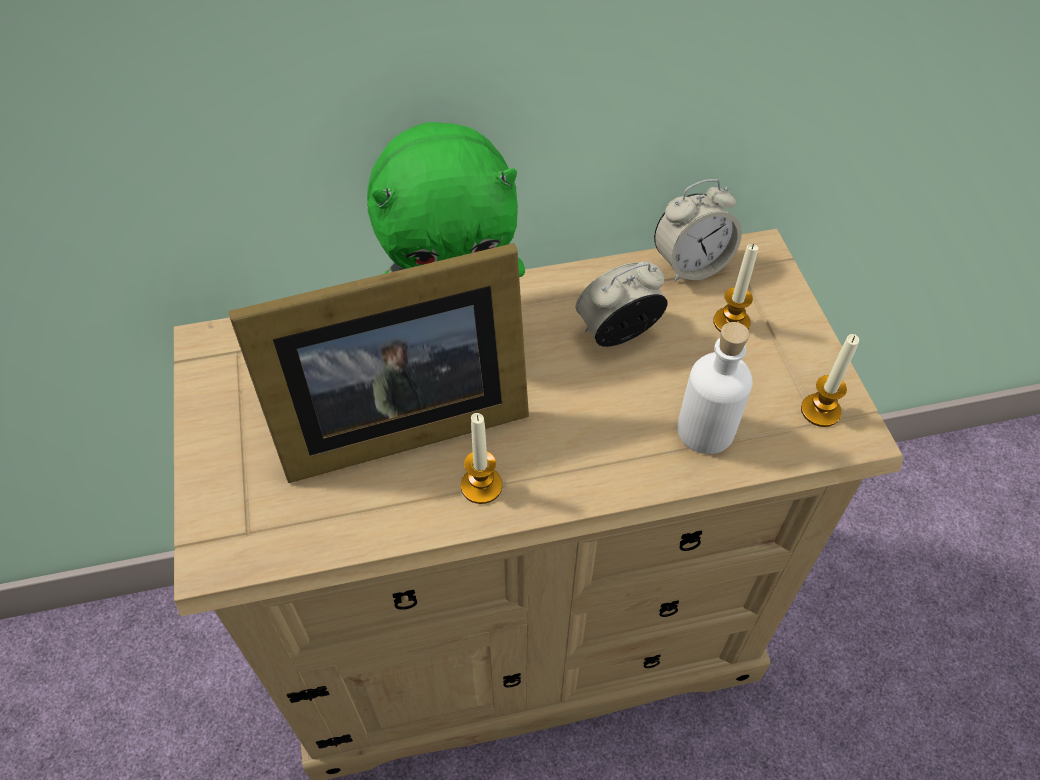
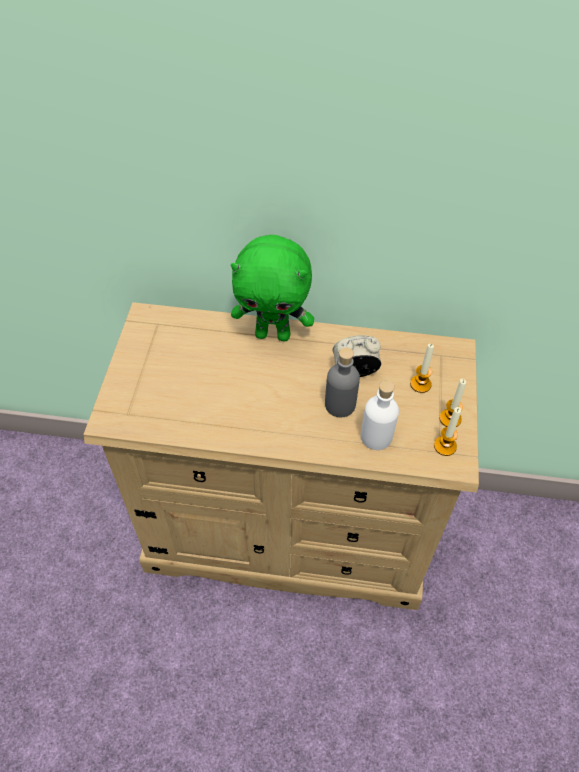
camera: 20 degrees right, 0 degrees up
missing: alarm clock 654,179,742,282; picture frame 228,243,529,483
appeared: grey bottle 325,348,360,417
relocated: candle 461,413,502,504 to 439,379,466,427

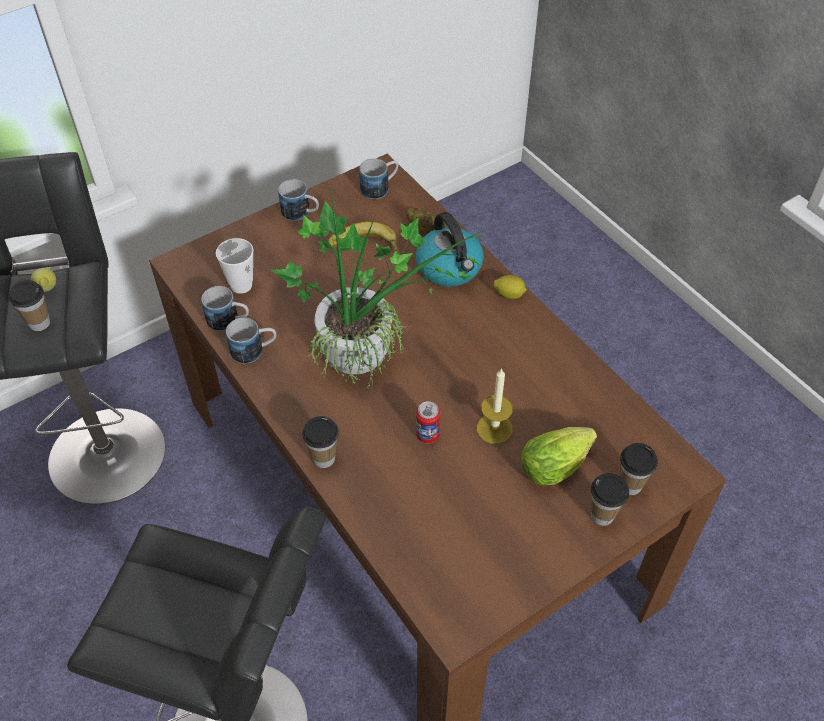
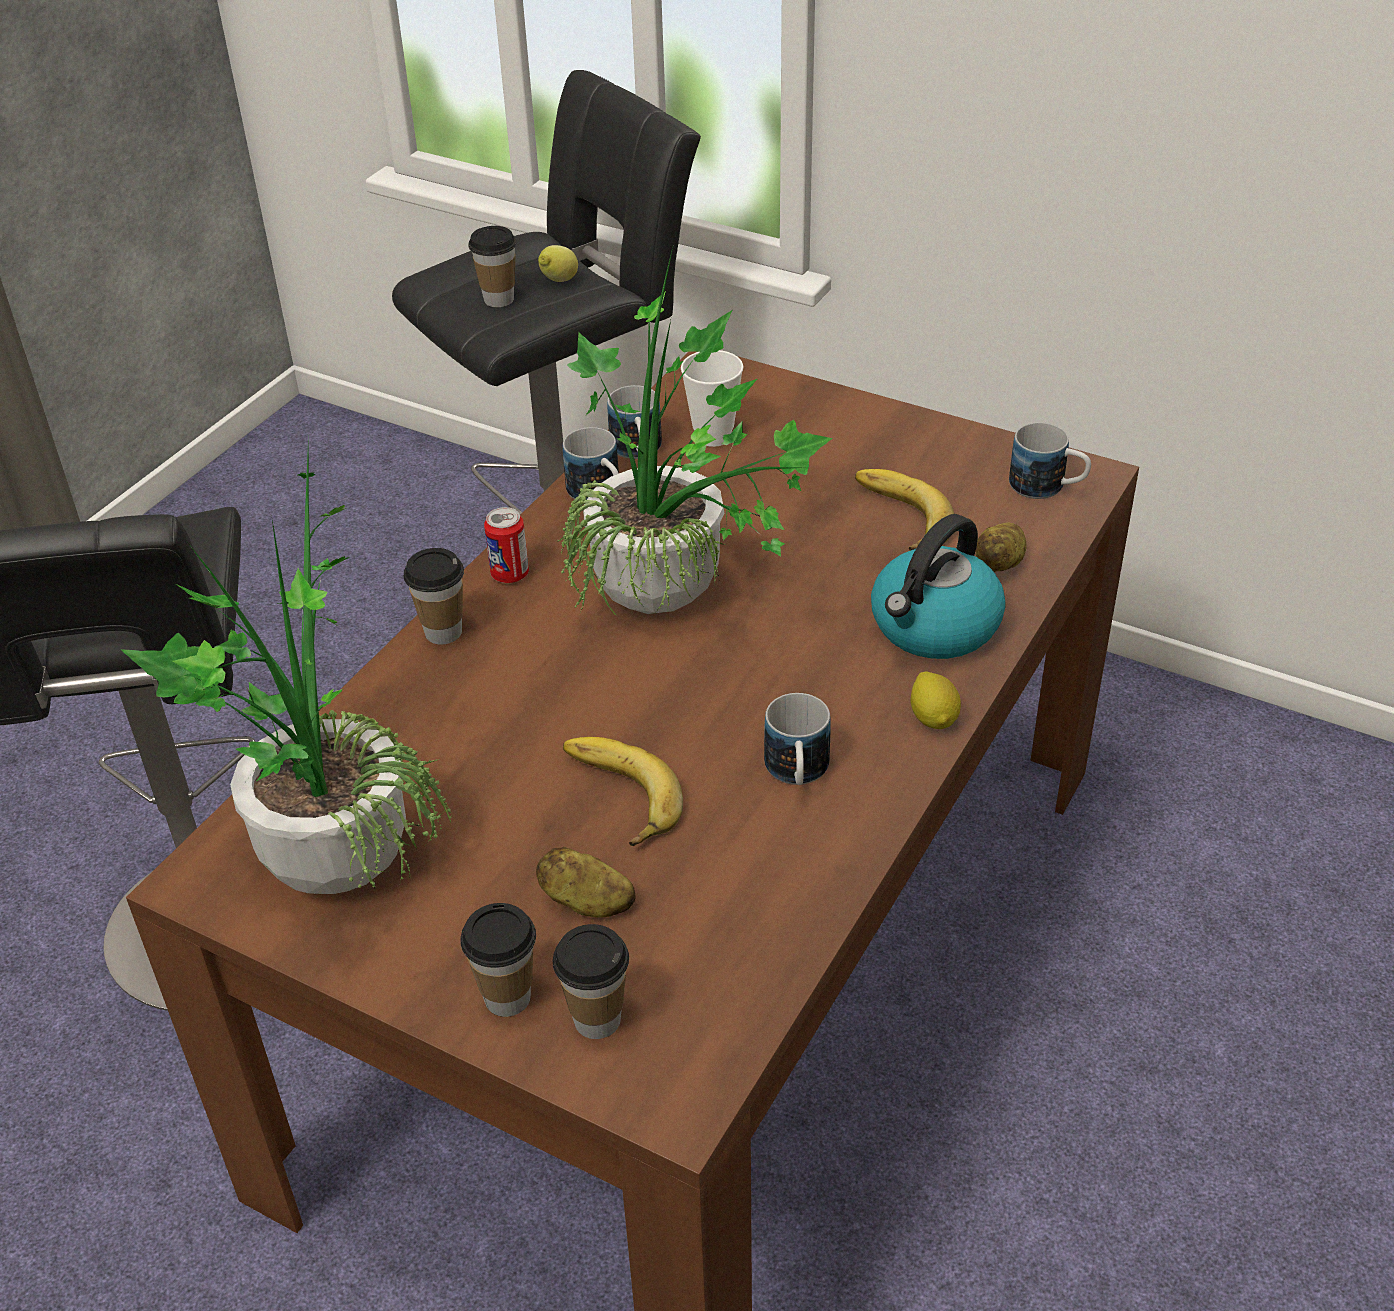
camera: 65 degrees right, 10 degrees down
appeared: potted plant 120,432,452,894
relocated: mug 278,179,319,221 to 764,693,831,785; can 416,401,440,444 to 484,507,529,583
exchanged: candle 477,368,513,444 to banana 563,737,683,846; lettuce 521,427,597,485 to potato 536,847,636,918

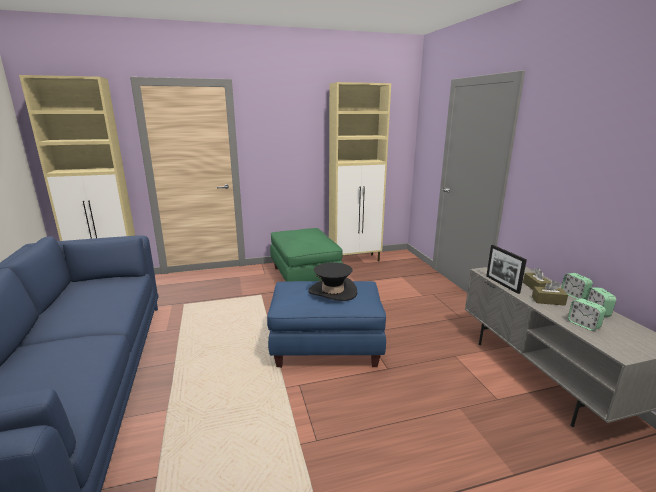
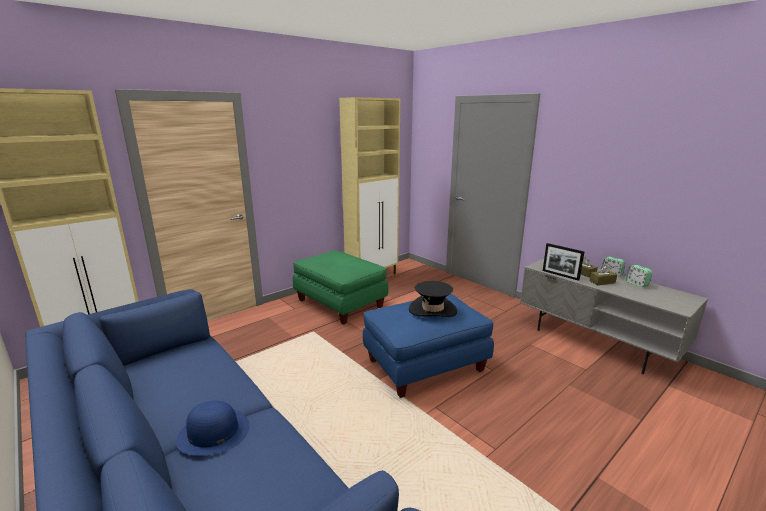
camera: 25 degrees left, 0 degrees up
missing: alarm clock 568,298,606,331
appeared: blue hat 176,401,249,455

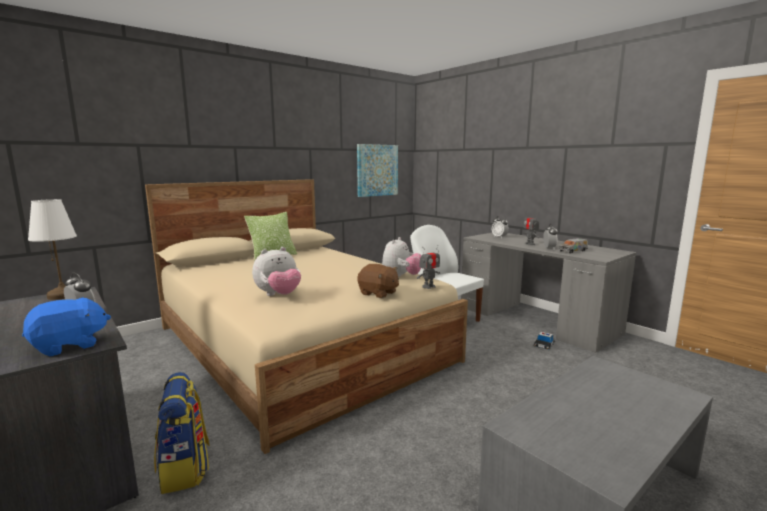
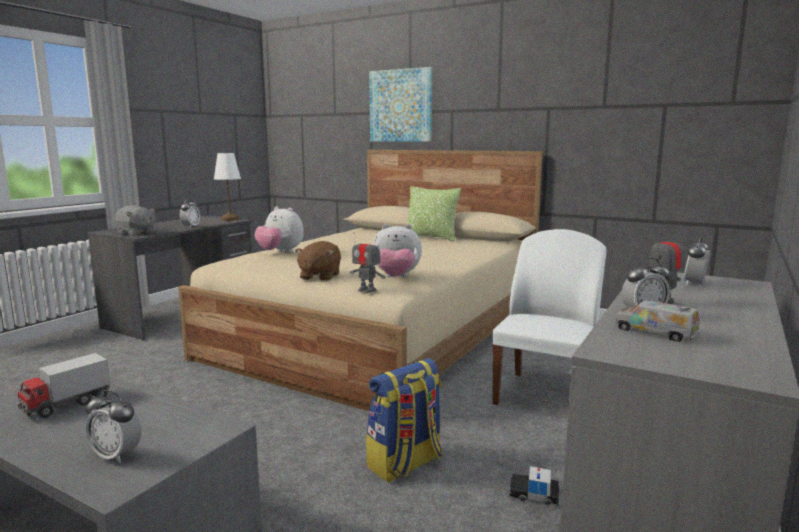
camera: 70 degrees right, 0 degrees up
appeared: toy truck 18,353,110,418; alarm clock 85,390,141,463
relocated: picture 357,144,398,197 to 369,67,432,142; backpack 154,372,210,494 to 366,358,442,483
colour: blue plush toy 22,297,111,356 to grey plush toy 115,205,156,236

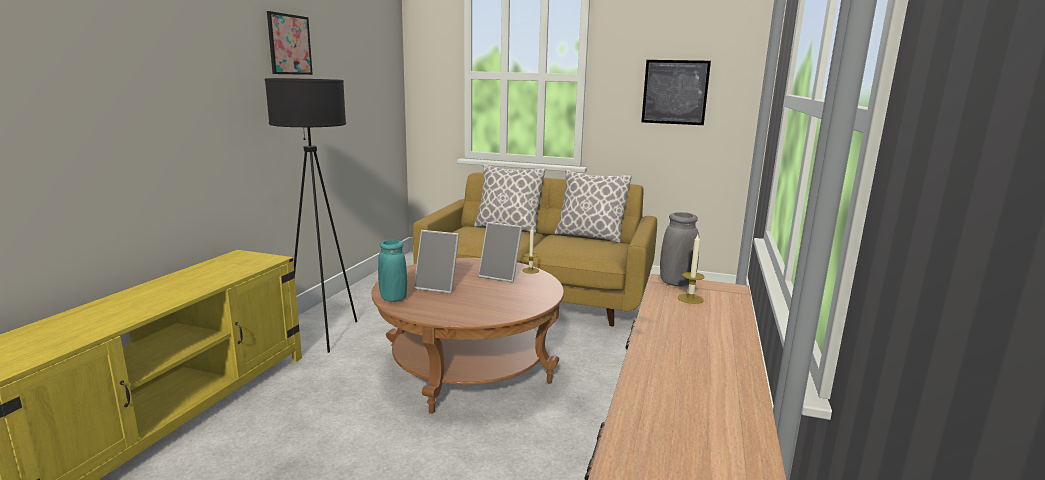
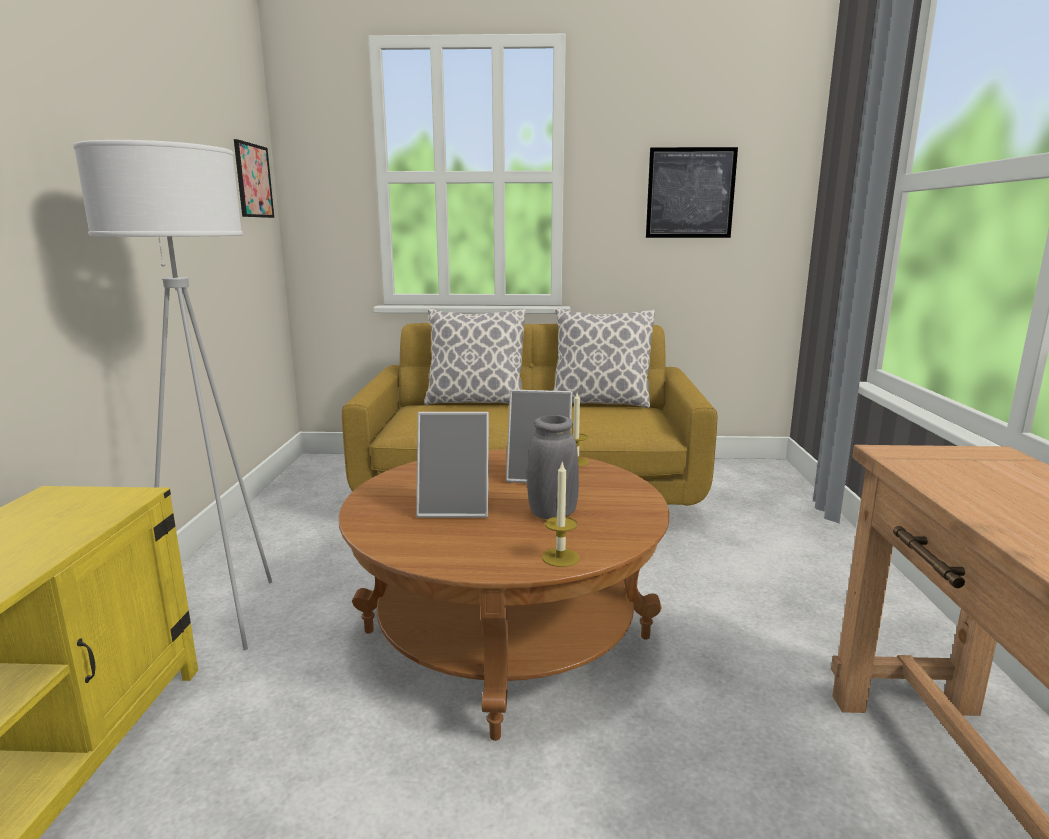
camera: 15 degrees left, 0 degrees up
missing: turquoise vase 378,240,407,302
relocated: picture 267,11,313,75 to 234,139,274,218; grey vase 660,212,699,286 to 527,415,579,519; candle 678,235,704,304 to 542,463,580,567
colour: black floor lamp 265,78,357,353 to white floor lamp 73,140,272,650

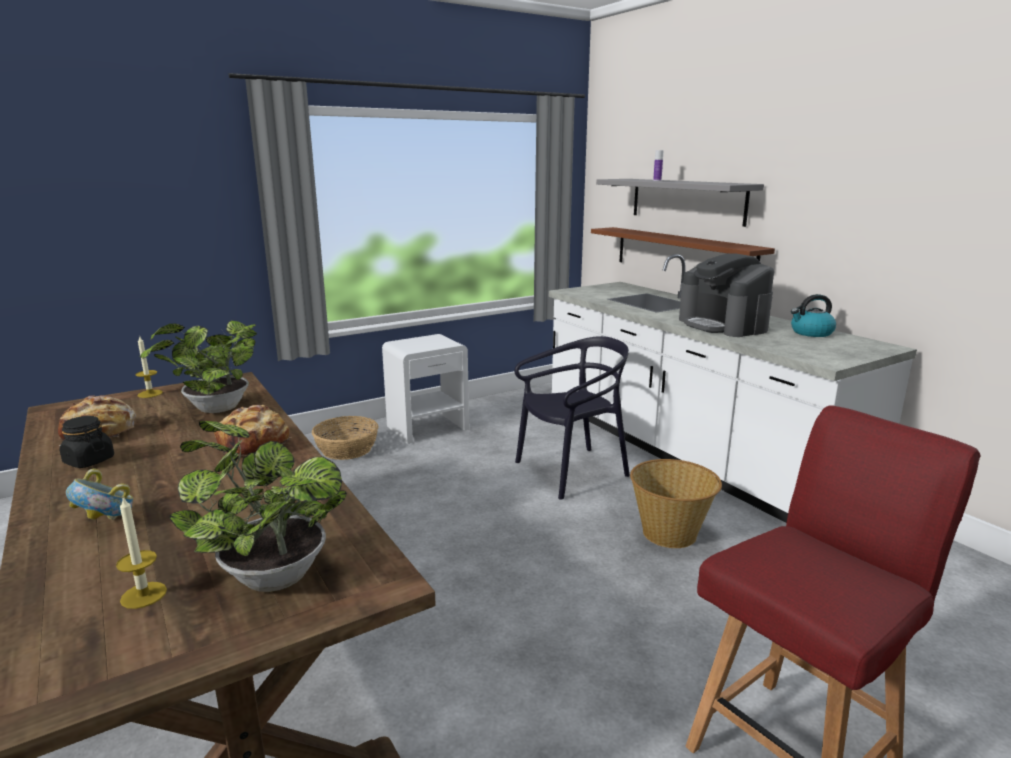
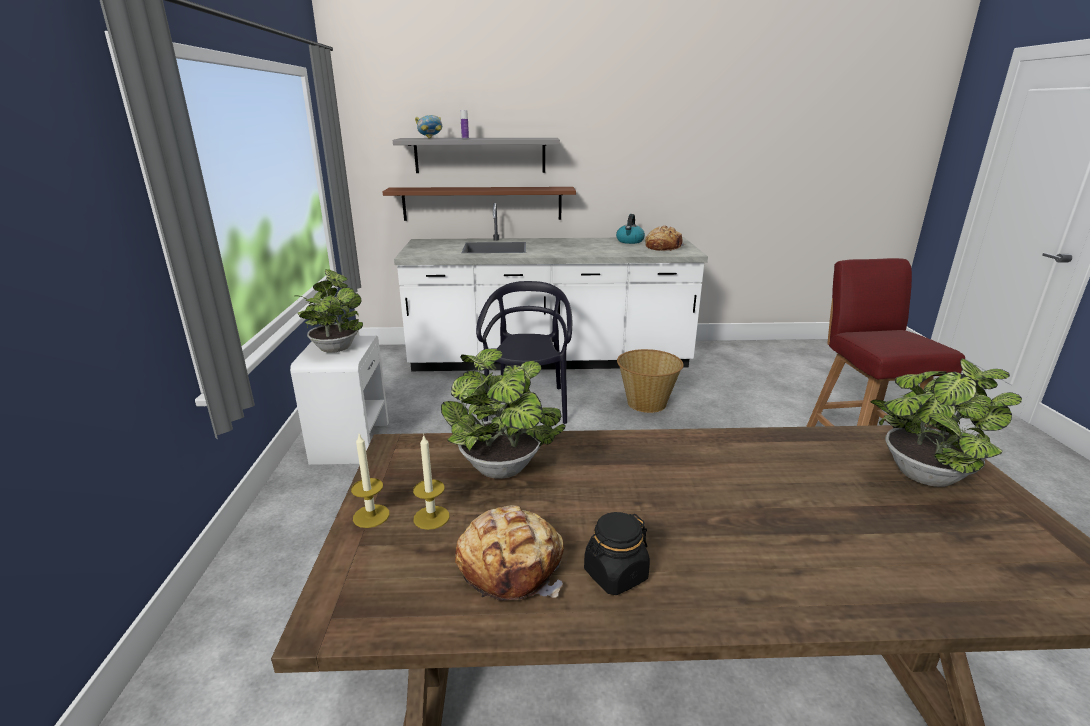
camera: 60 degrees left, 5 degrees up
missing: coffee machine 679,253,774,337; basket 312,416,378,460
appeared: potted plant 295,269,363,353
relocated: bread 214,405,292,456 to 645,225,687,251; bowl 66,468,133,520 to 415,115,442,139; candle 116,497,167,609 to 413,434,450,530

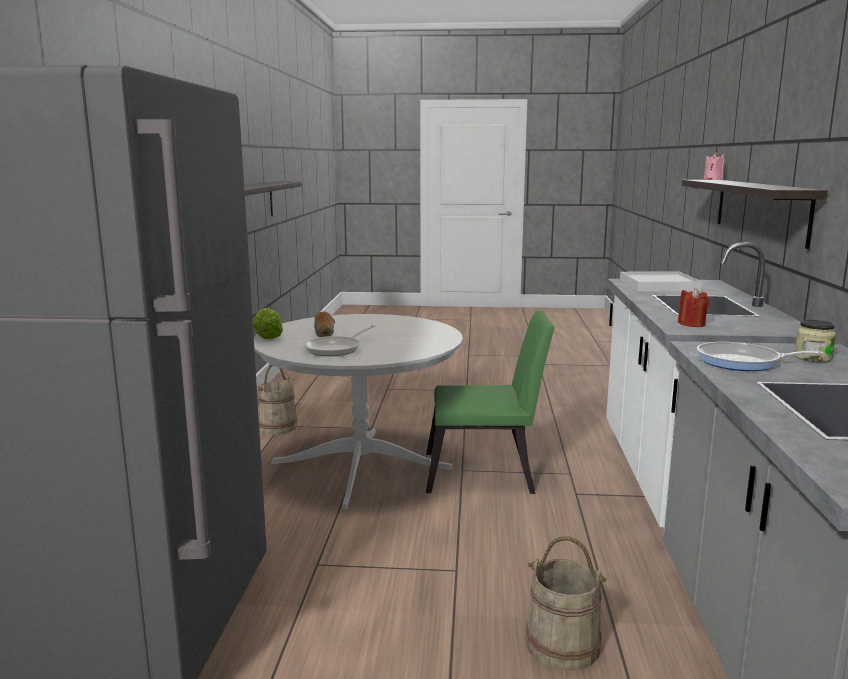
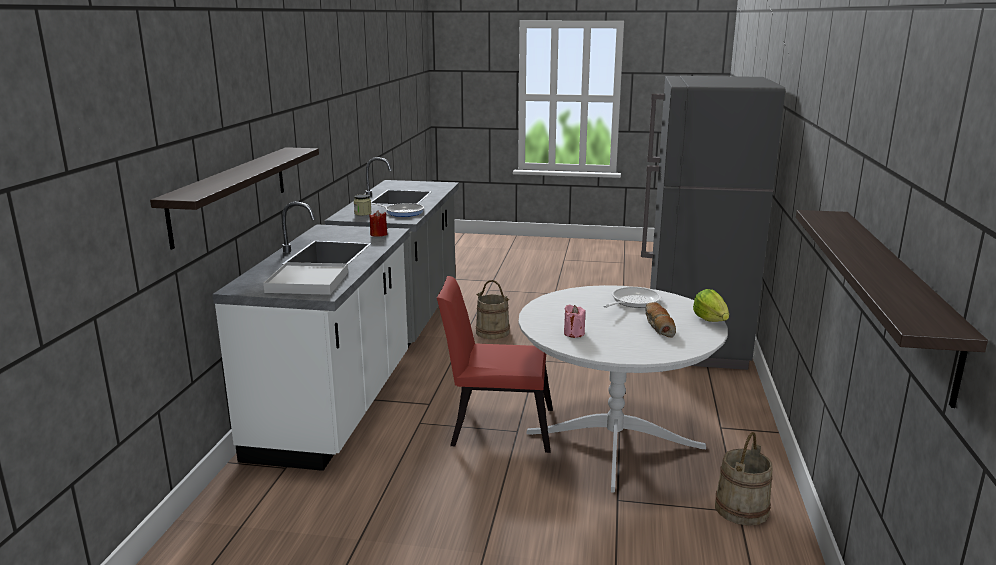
camera: 175 degrees left, 5 degrees up
relocated: pink candle 704,152,725,180 to 564,305,586,338
colour: green chair 426,310,555,494 to red chair 437,276,553,453

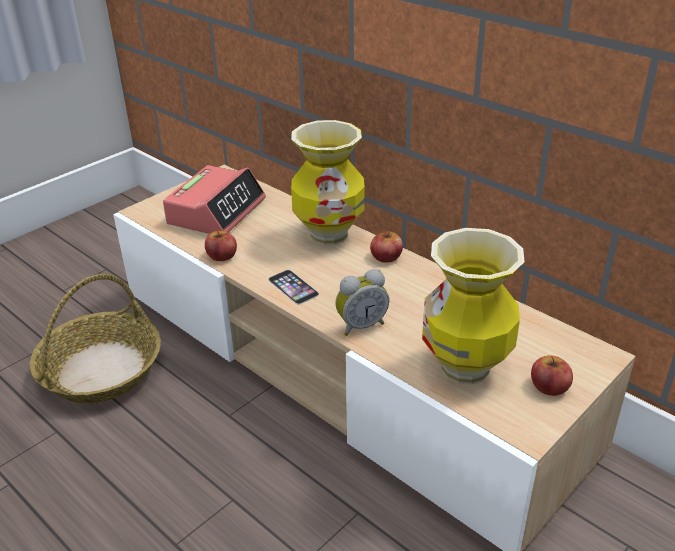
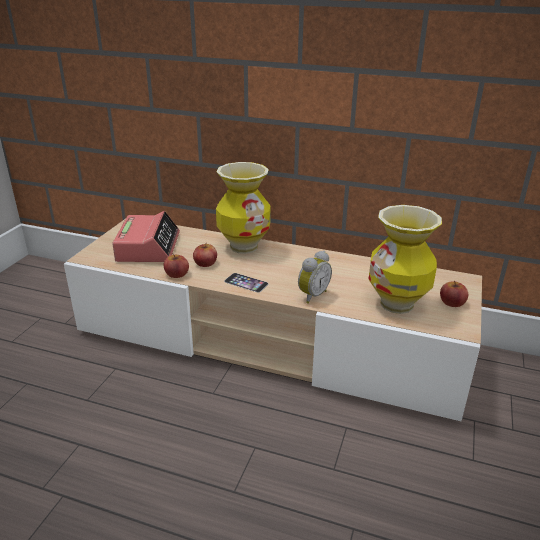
camera: 25 degrees left, 5 degrees down
missing: basket 30,274,161,403
relocated: apple 370,230,403,263 to 193,244,217,267

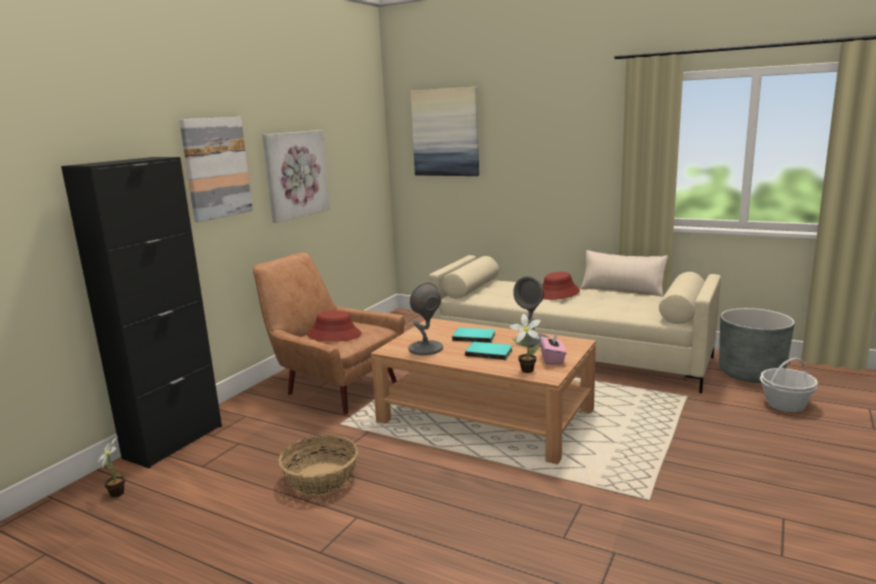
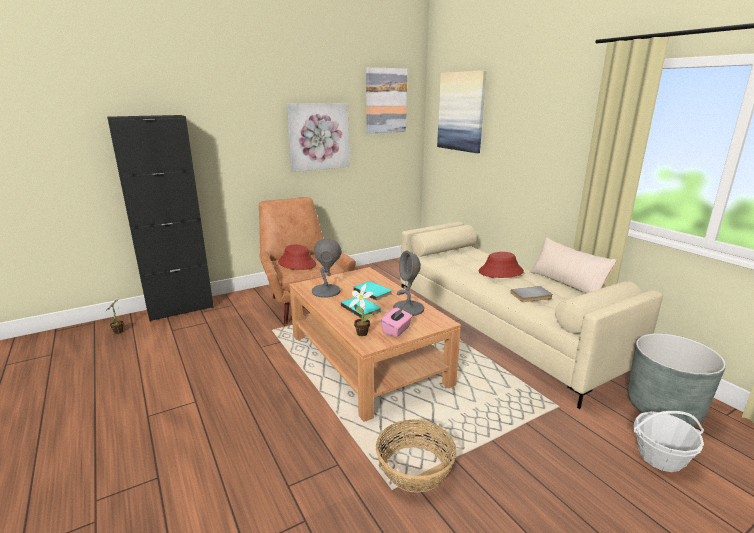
camera: 30 degrees right, 5 degrees up
appeared: grey book 510,286,553,302
relocated: picture 179,117,253,222 to 366,67,407,134; basket 278,435,358,496 to 376,420,456,493

